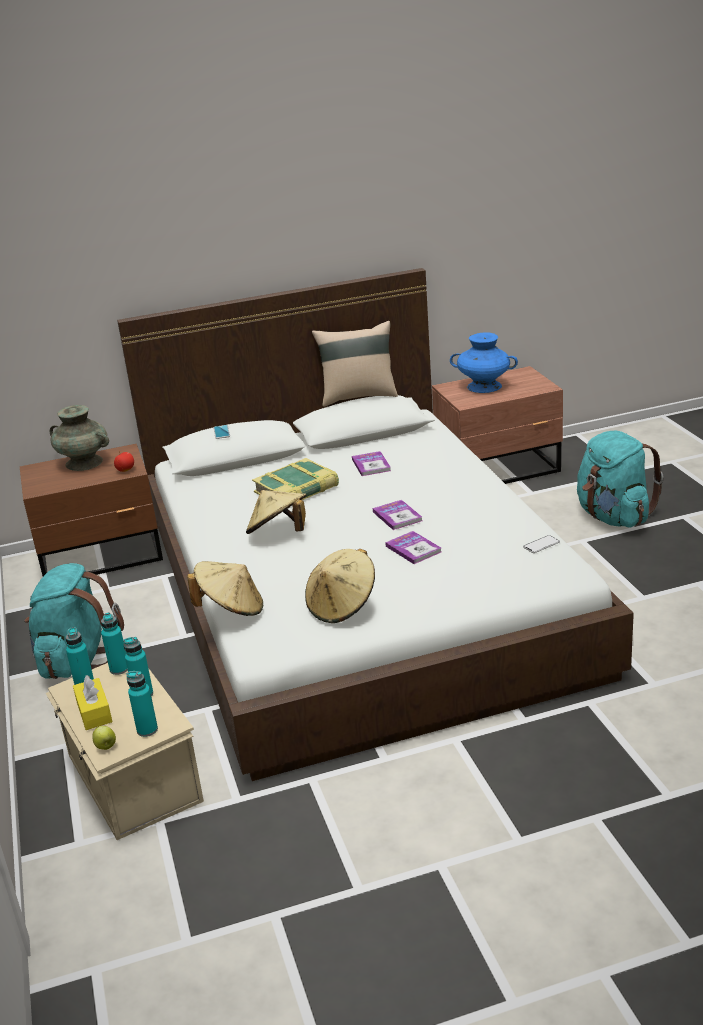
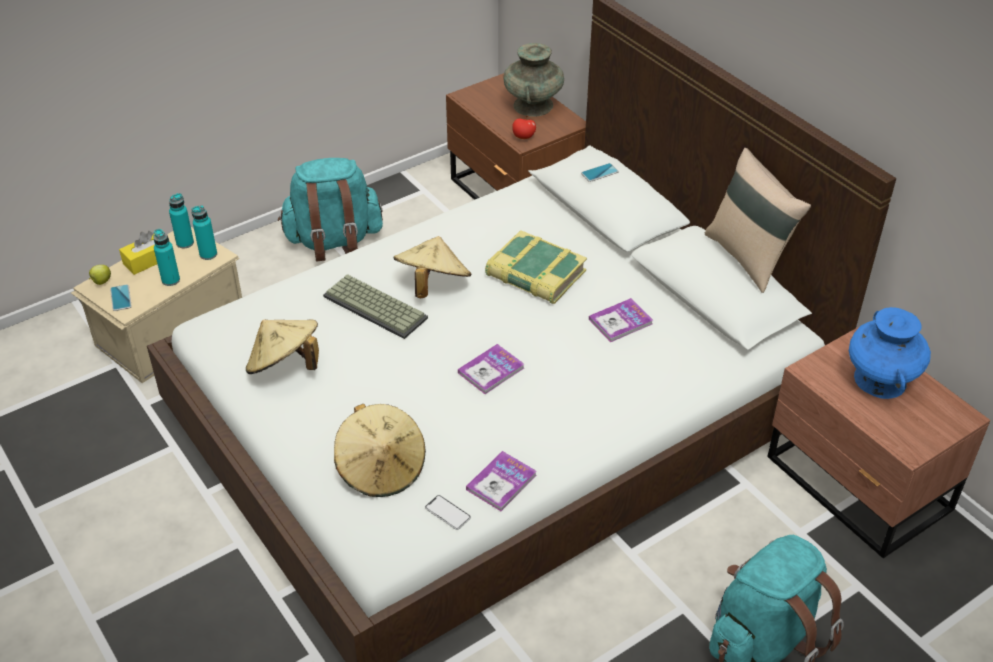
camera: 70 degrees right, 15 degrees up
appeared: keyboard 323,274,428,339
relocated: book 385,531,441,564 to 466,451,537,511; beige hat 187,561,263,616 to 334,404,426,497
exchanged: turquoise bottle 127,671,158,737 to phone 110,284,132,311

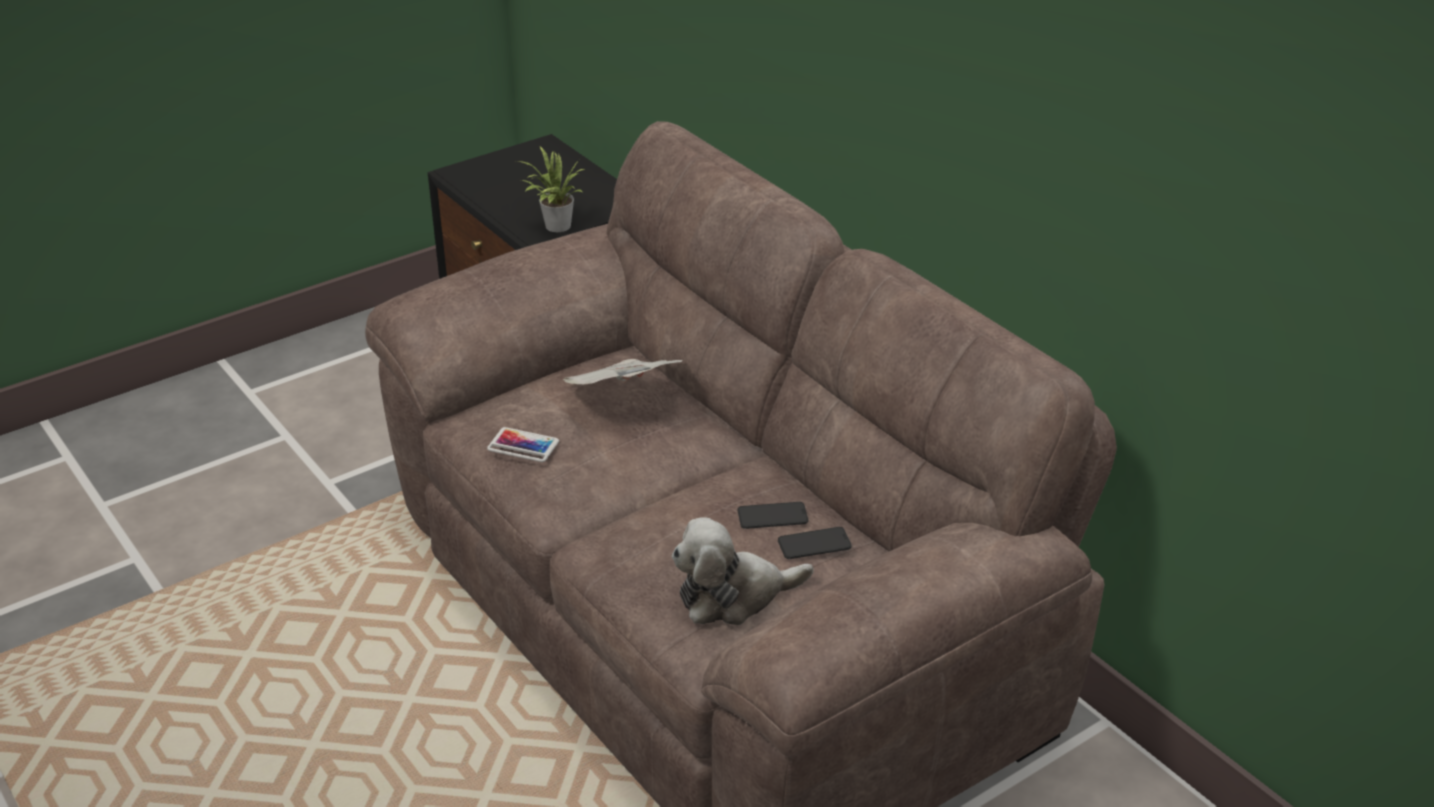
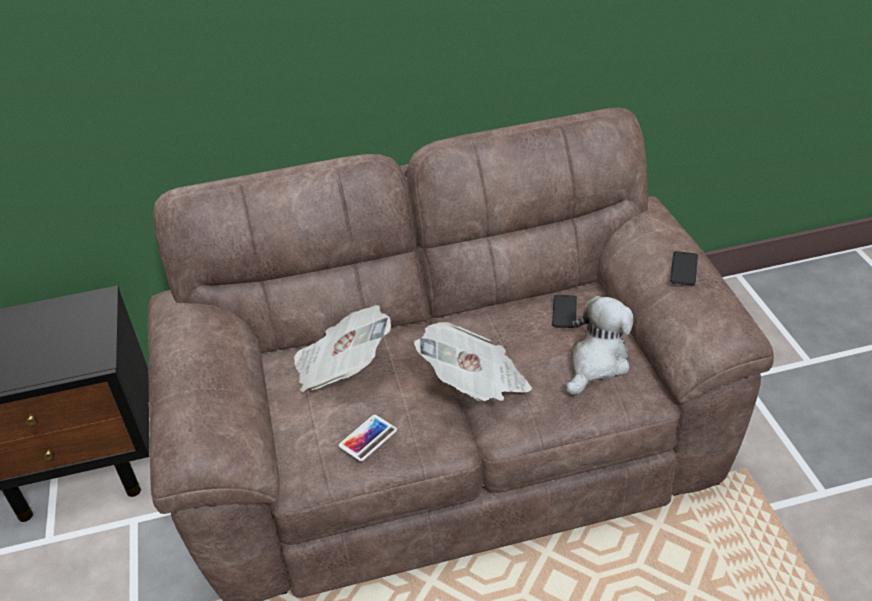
camera: 65 degrees left, 5 degrees up
missing: potted plant 516,147,585,232
appeared: newspaper 414,322,532,402
relocated: phone 738,502,808,529 to 670,251,698,285
spun: plush toy 672,517,814,625 = 566,296,634,395 150 degrees counterclockwise

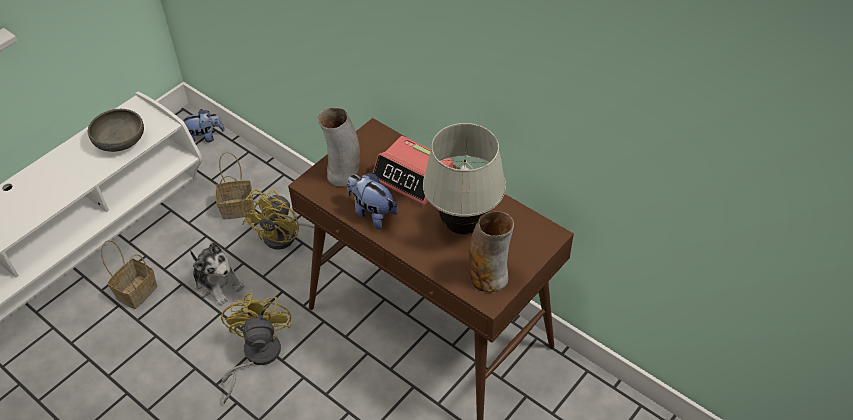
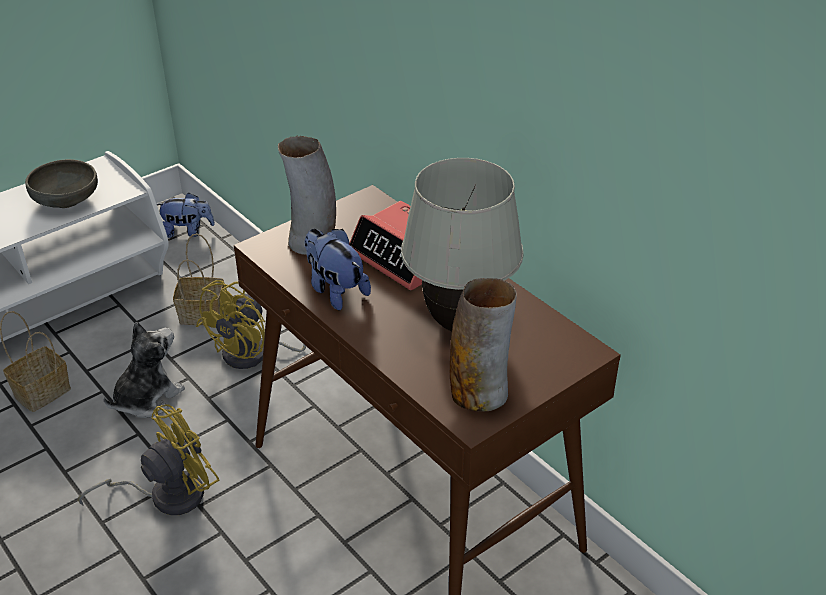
camera: 10 degrees right, 10 degrees down
spun: plush toy 190,243,244,306 = 103,322,185,418 105 degrees counterclockwise; yellow fan 221,293,291,404 = 78,404,219,515 45 degrees clockwise

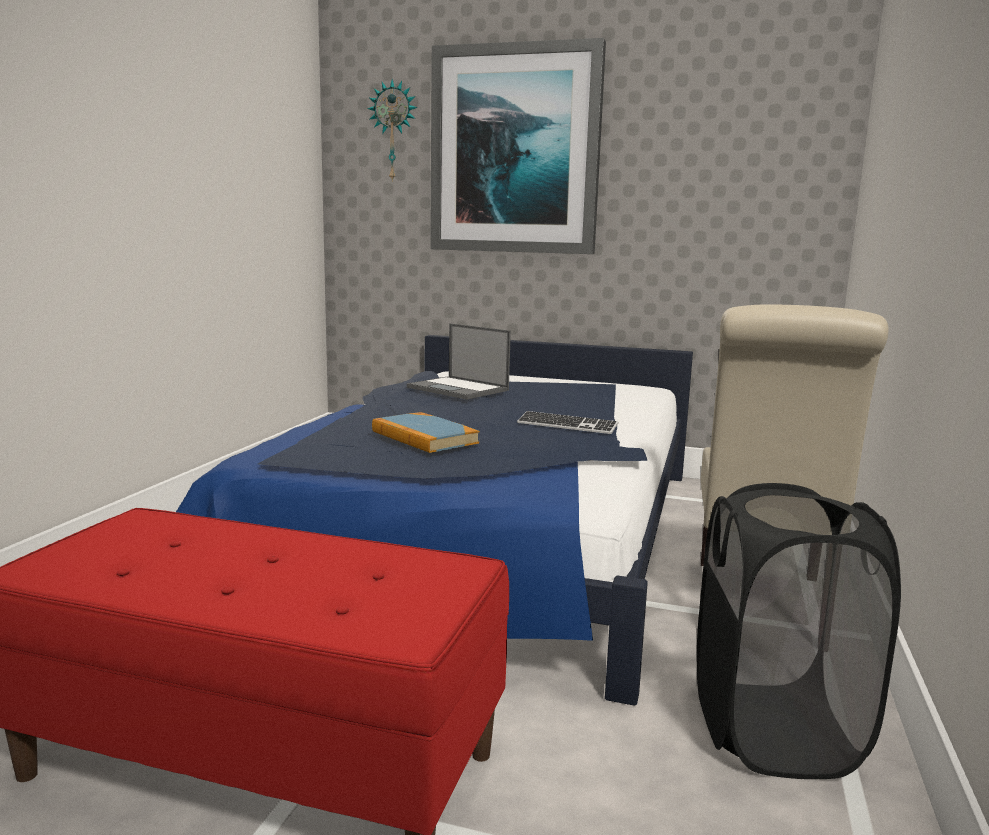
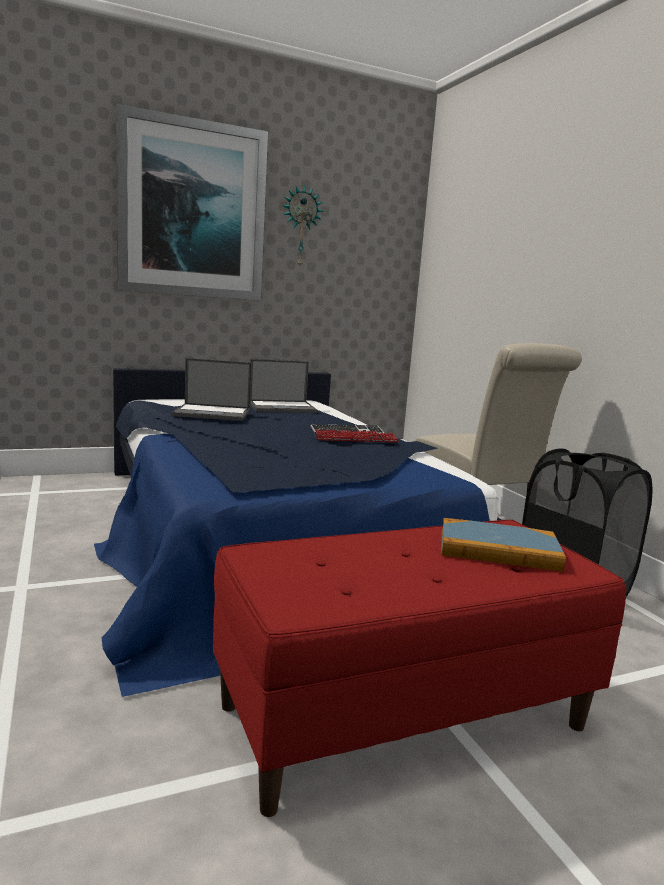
camera: 40 degrees left, 0 degrees up
appeared: laptop 250,359,317,413; keyboard 314,429,399,443
relocated: wall clock 367,79,417,182 to 283,185,323,266; book 372,412,480,453 to 442,518,566,572

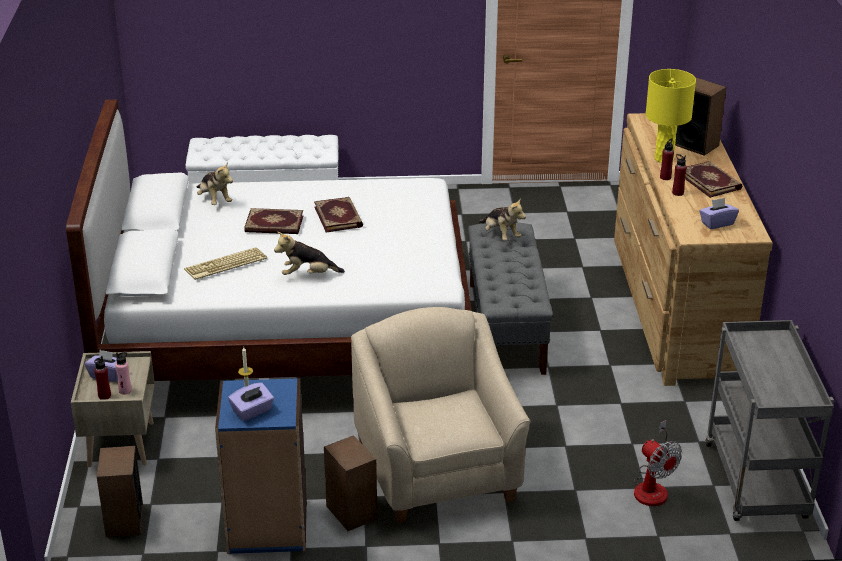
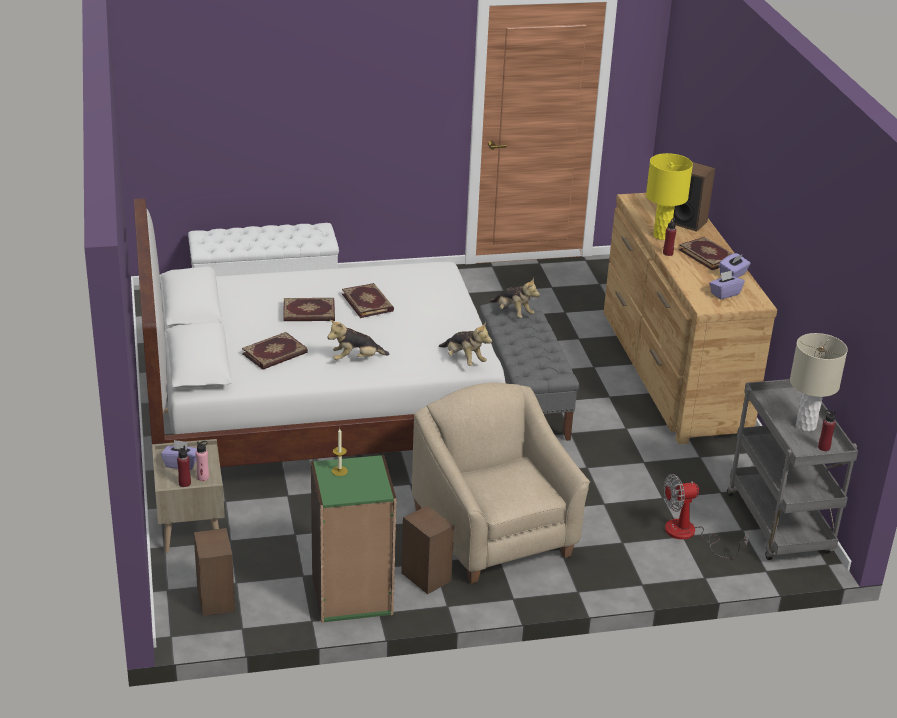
camera: 10 degrees left, 0 degrees up
appeared: beige table lamp 790,333,848,432
relocated: red bottle 672,154,687,196 to 818,410,836,451; plush toy 197,162,233,205 to 439,321,492,366; purple tissue box 228,383,274,421 to 719,253,750,278
exchanged: keyboard 184,247,267,280 to book 242,332,308,370
colour: blue bookcase 215,378,307,554 to green bookcase 311,455,397,623
spun: fan 634,420,682,506 = 664,474,749,559 120 degrees clockwise

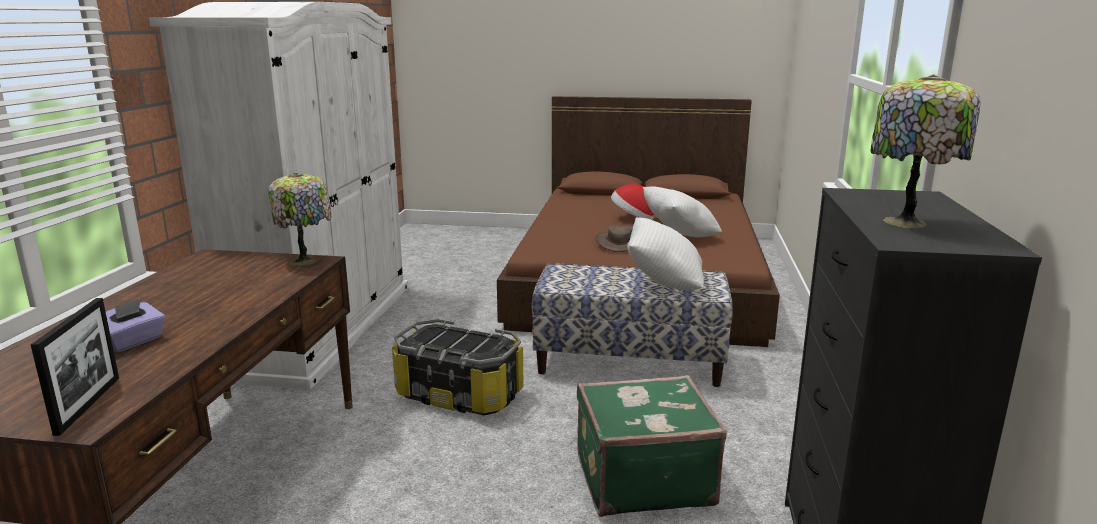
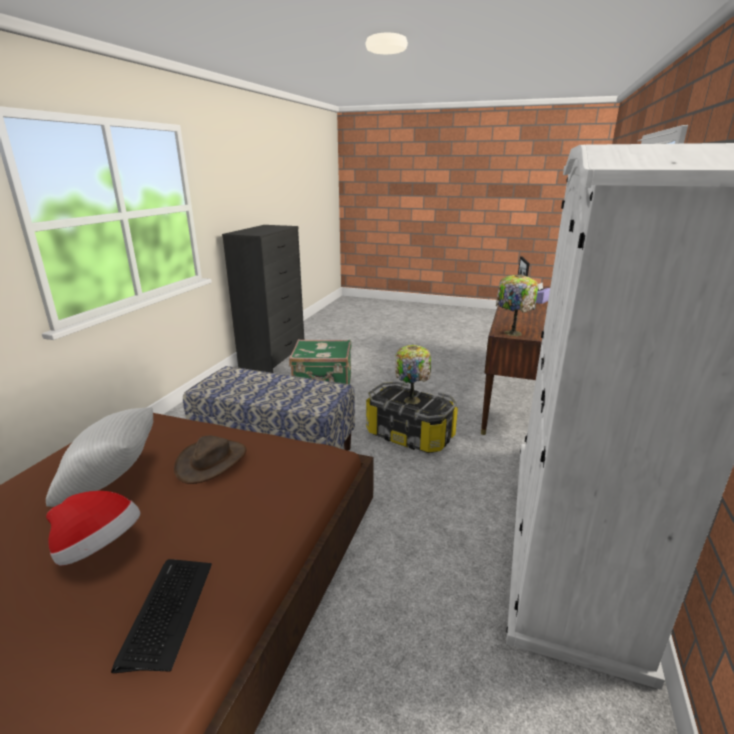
camera: 170 degrees left, 5 degrees up
missing: white pillow 627,217,704,291
appeared: keyboard 111,559,212,673
relocated: table lamp 871,74,981,228 to 395,345,431,404

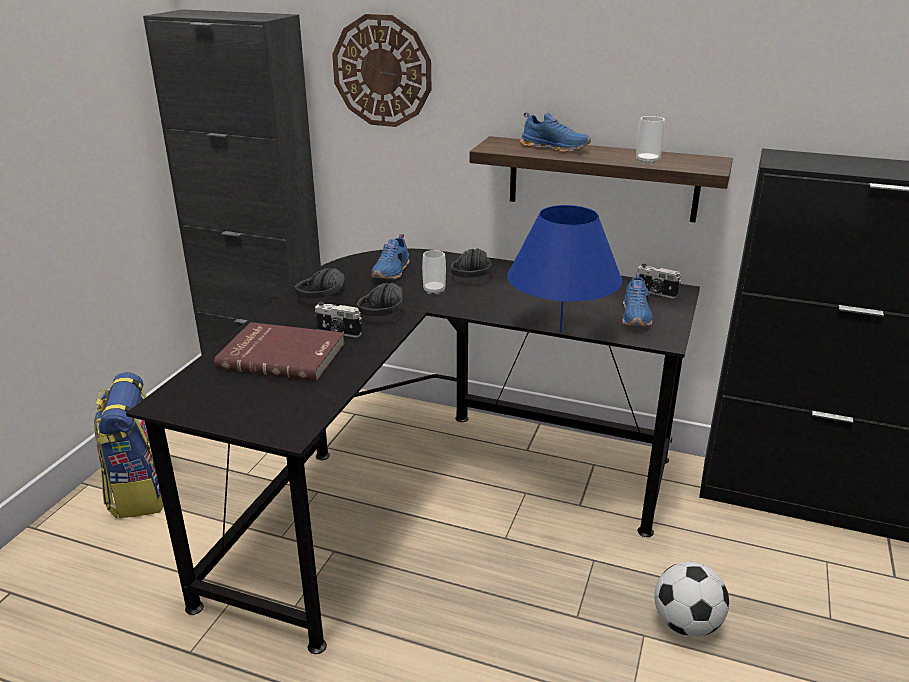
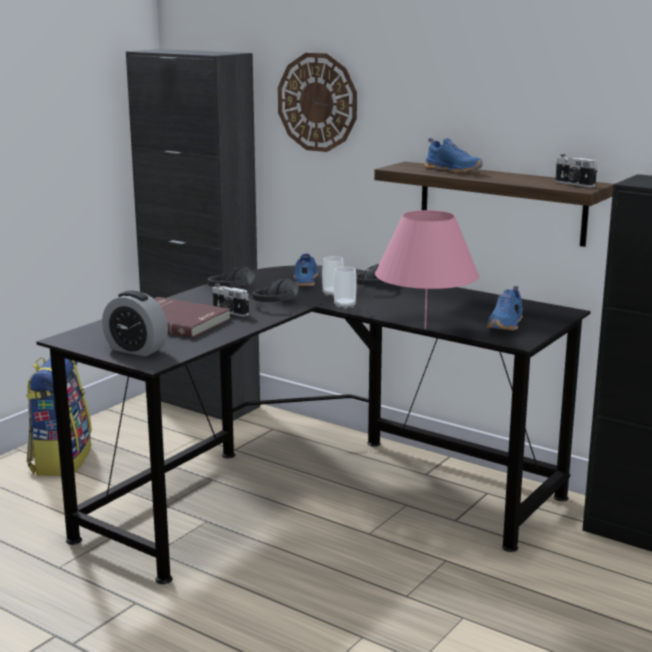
camera: 15 degrees right, 10 degrees down
missing: football 654,562,729,637
appeared: alarm clock 102,290,168,356
relocated: cup 636,116,665,165 to 334,267,357,309; photo camera 637,264,681,299 to 555,154,597,187
colour: blue table lamp 507,205,622,333 to pink table lamp 375,210,480,329
spun: blue shoe 371,234,409,279 = 294,253,318,286 150 degrees clockwise

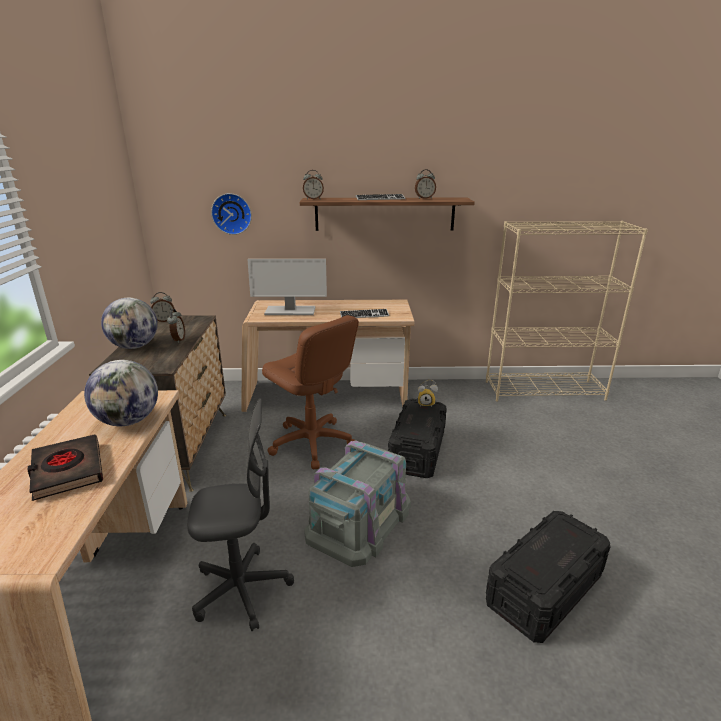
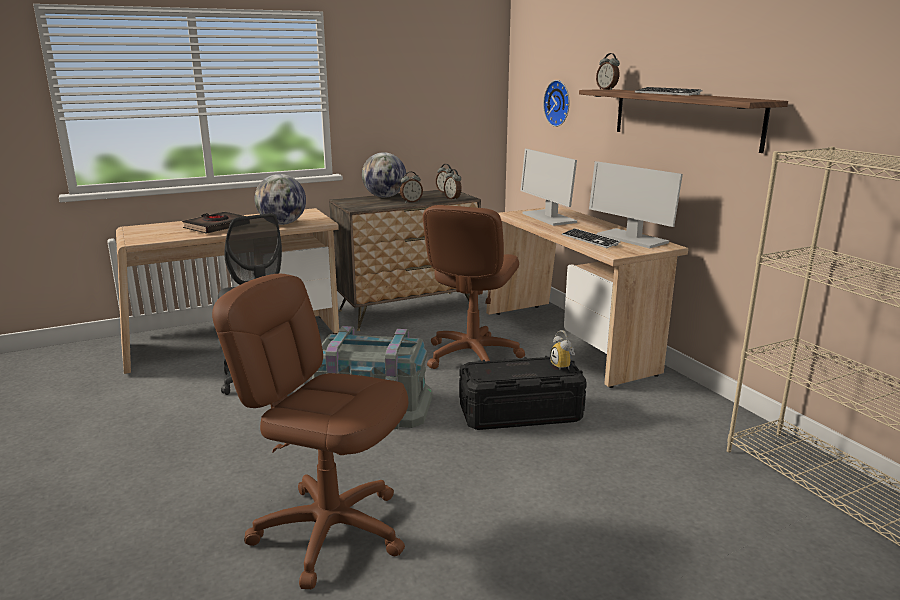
camera: 65 degrees right, 5 degrees down
appeared: monitor 589,161,683,248
relocated: alarm clock 415,169,436,199 to 444,169,462,201
exchanged: black storage box 486,511,611,643 to brown office chair 212,274,408,589

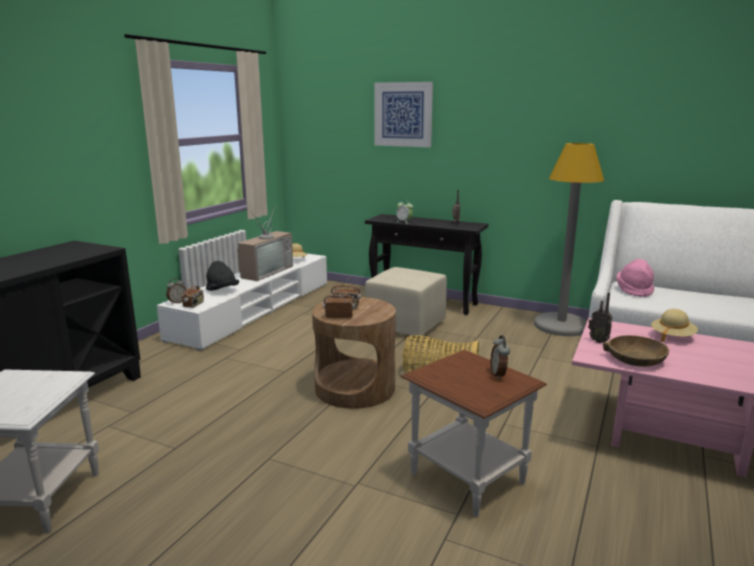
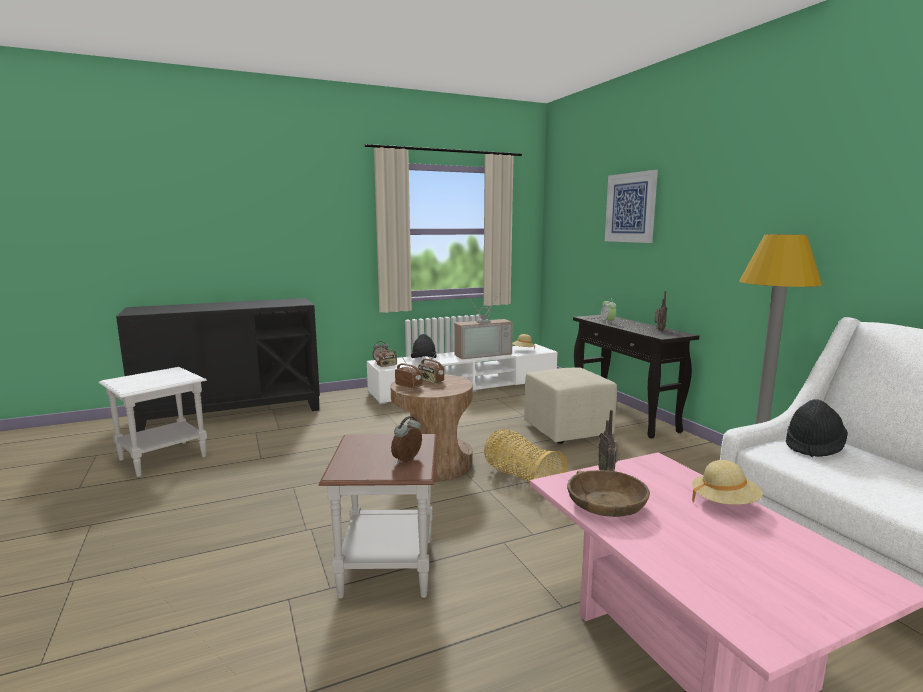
camera: 40 degrees right, 5 degrees down
colour: pink hat 616,259,654,297 to black hat 786,399,848,457

